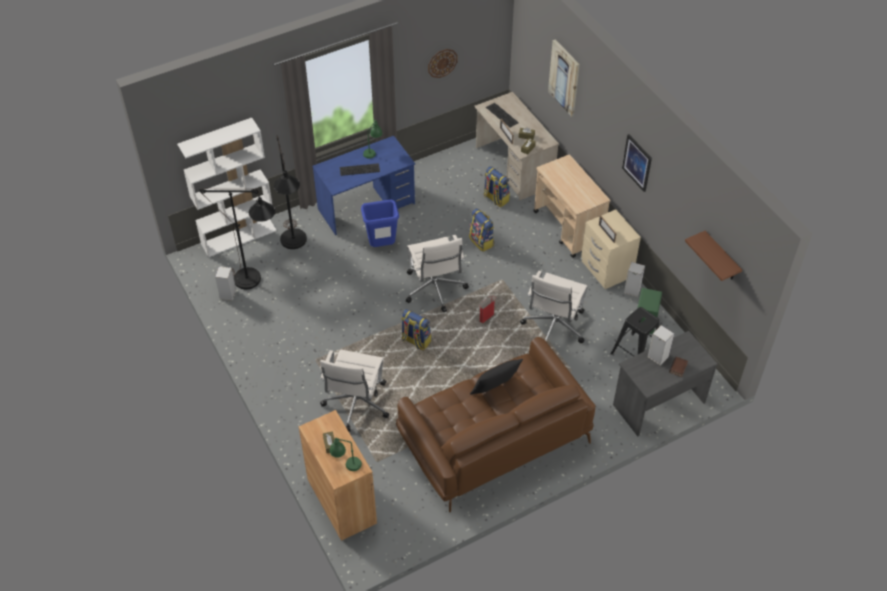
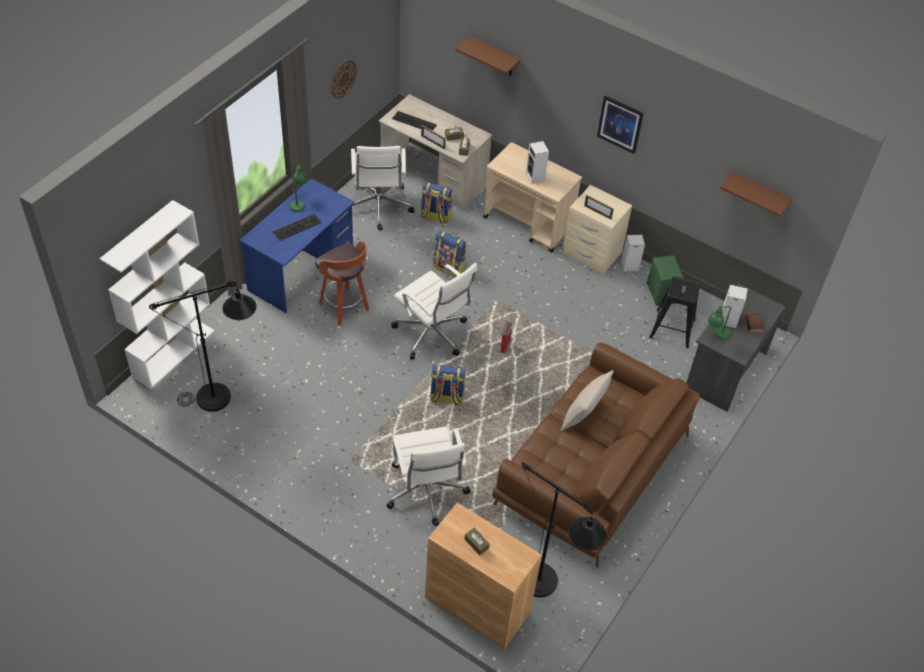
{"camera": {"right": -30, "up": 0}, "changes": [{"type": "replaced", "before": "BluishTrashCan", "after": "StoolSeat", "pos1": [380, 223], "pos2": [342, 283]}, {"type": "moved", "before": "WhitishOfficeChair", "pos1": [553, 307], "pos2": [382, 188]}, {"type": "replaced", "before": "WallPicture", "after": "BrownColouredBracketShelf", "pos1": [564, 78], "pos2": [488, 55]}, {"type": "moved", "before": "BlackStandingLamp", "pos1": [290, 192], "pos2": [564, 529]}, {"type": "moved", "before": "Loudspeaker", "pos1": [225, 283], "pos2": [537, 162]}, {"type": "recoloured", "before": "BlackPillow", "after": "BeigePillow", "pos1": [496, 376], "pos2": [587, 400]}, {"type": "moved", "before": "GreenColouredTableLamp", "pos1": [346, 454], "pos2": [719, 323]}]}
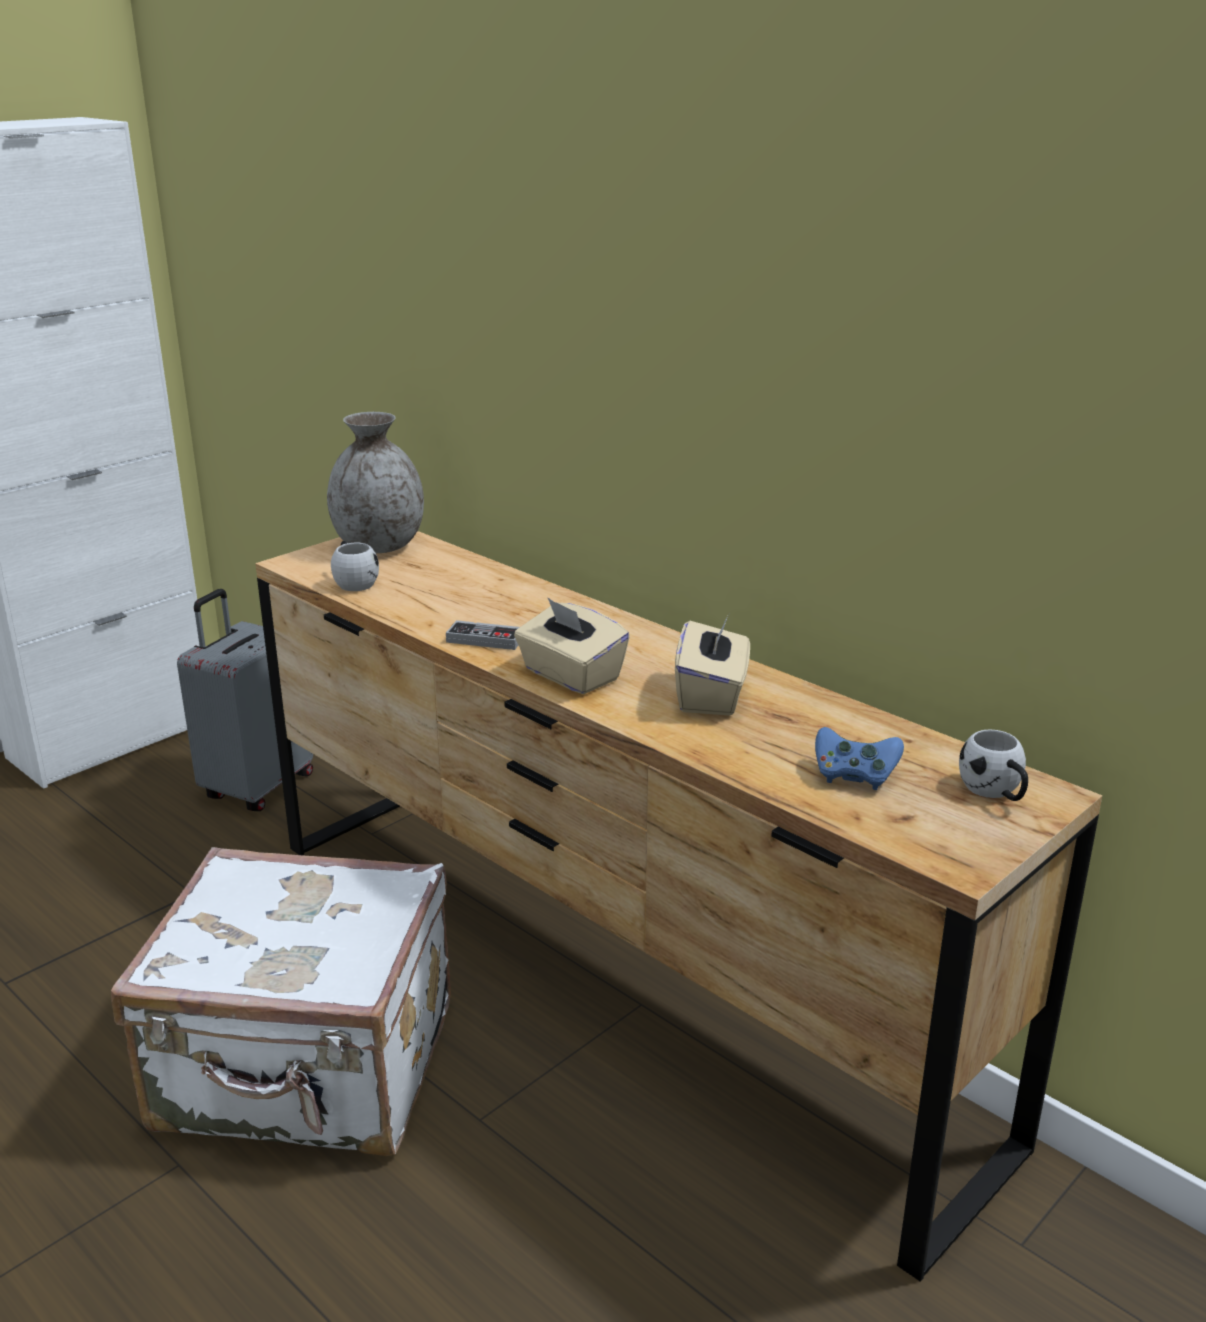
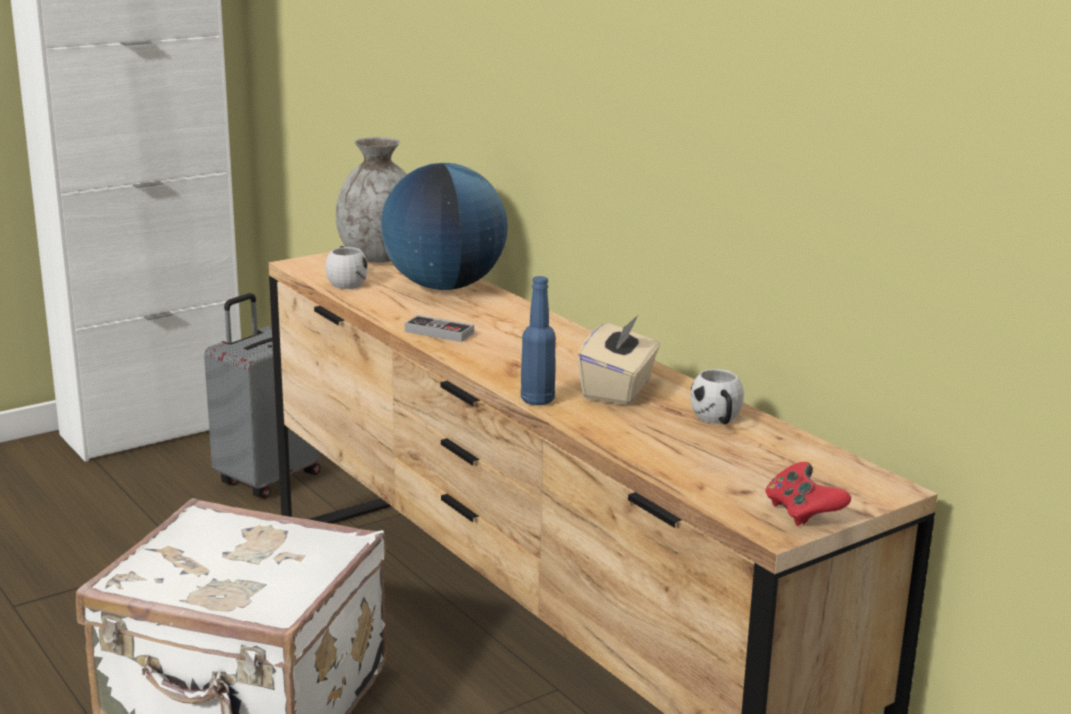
{"camera": {"right": 10, "up": -5}, "changes": [{"type": "added", "after": "Globe", "pos2": [444, 226]}, {"type": "added", "after": "BluishBeverageBottle", "pos2": [538, 340]}, {"type": "moved", "before": "WhitishCoffeeMug", "pos1": [993, 765], "pos2": [717, 397]}, {"type": "added", "after": "RedJoypad", "pos2": [808, 494]}, {"type": "removed", "before": "BeigeTissueBox", "pos1": [572, 645]}, {"type": "removed", "before": "BluishJoypad", "pos1": [859, 758]}]}
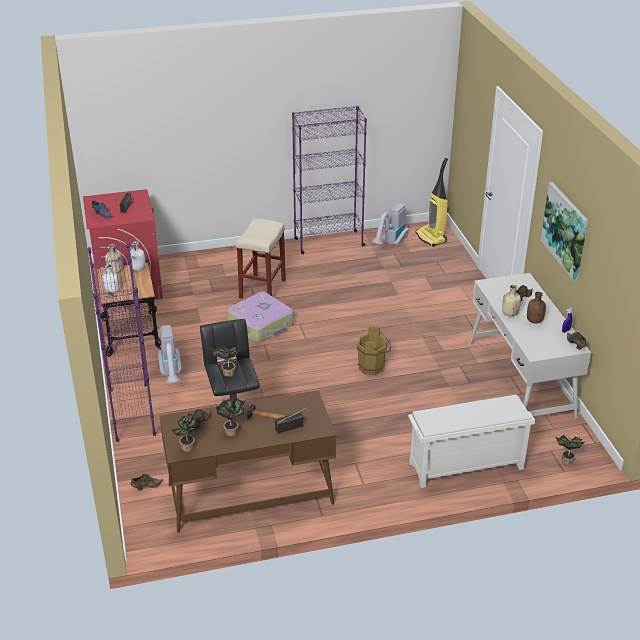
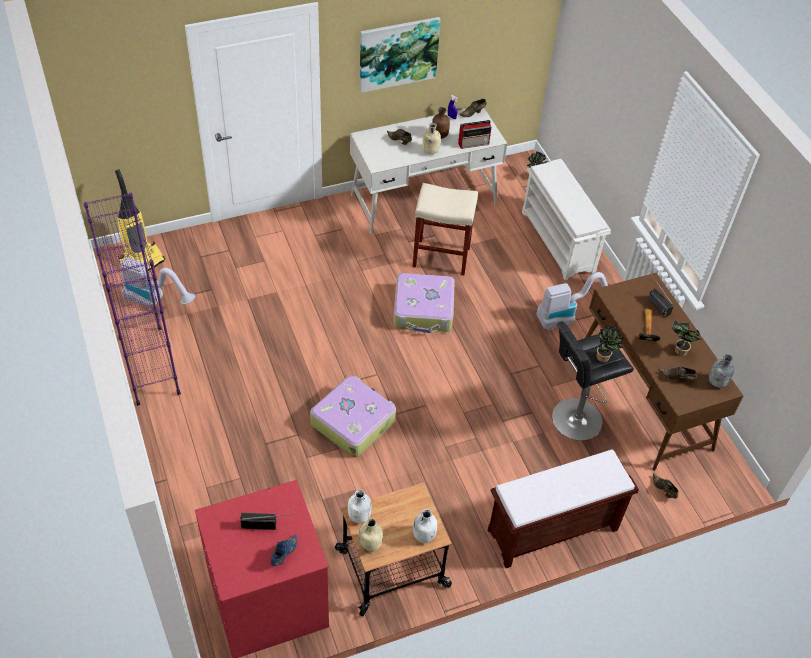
{"camera": {"right": -100, "up": 15}, "changes": [{"type": "replaced", "before": "BrownColouredBucket", "after": "Suitcase", "pos1": [374, 350], "pos2": [424, 303]}, {"type": "moved", "before": "BeigeStoolSeat", "pos1": [261, 259], "pos2": [445, 229]}, {"type": "added", "after": "Radio", "pos2": [474, 134]}, {"type": "replaced", "before": "PurplishShelvingUnit", "after": "BrownColouredIndoorBench", "pos1": [122, 342], "pos2": [563, 508]}, {"type": "moved", "before": "Hoover", "pos1": [170, 354], "pos2": [572, 301]}, {"type": "replaced", "before": "PlantInAPot", "after": "GreyBeverageBottle", "pos1": [185, 433], "pos2": [721, 371]}]}
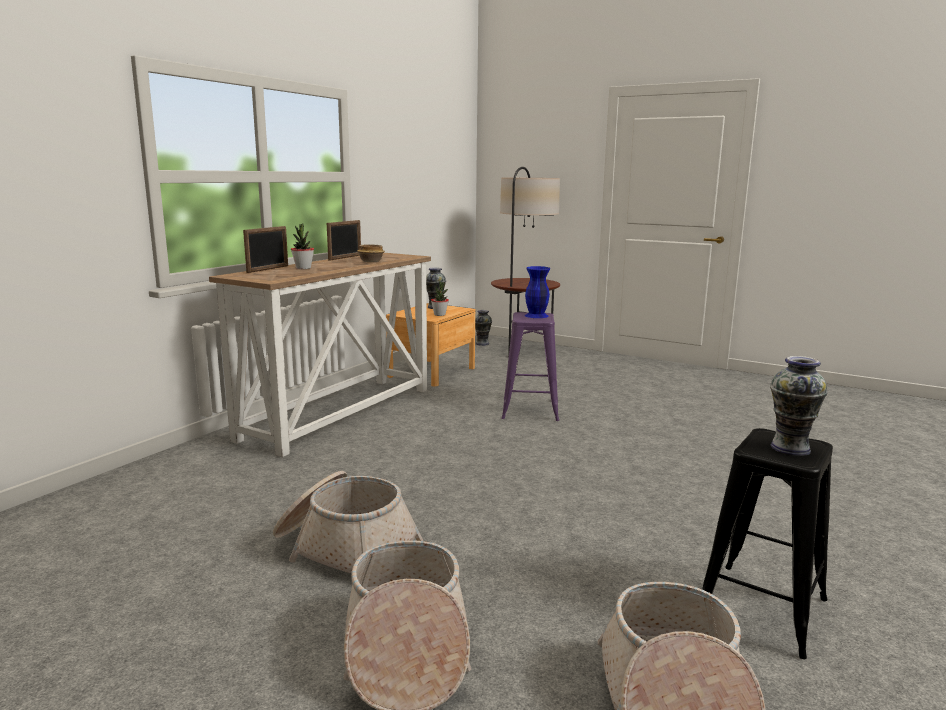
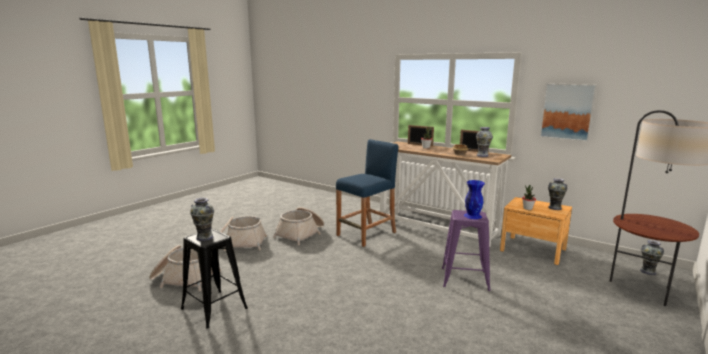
{"camera": {"right": 95, "up": 0}, "changes": [{"type": "added", "after": "BluishStoolSeat", "pos2": [367, 193]}, {"type": "added", "after": "Vase", "pos2": [484, 142]}, {"type": "added", "after": "WallPicture", "pos2": [568, 112]}]}
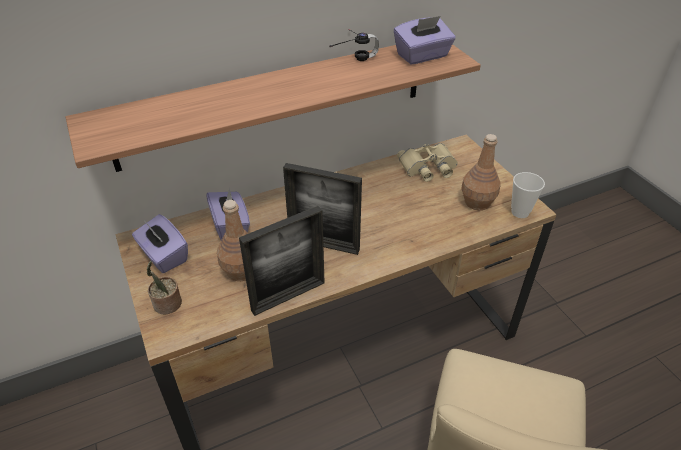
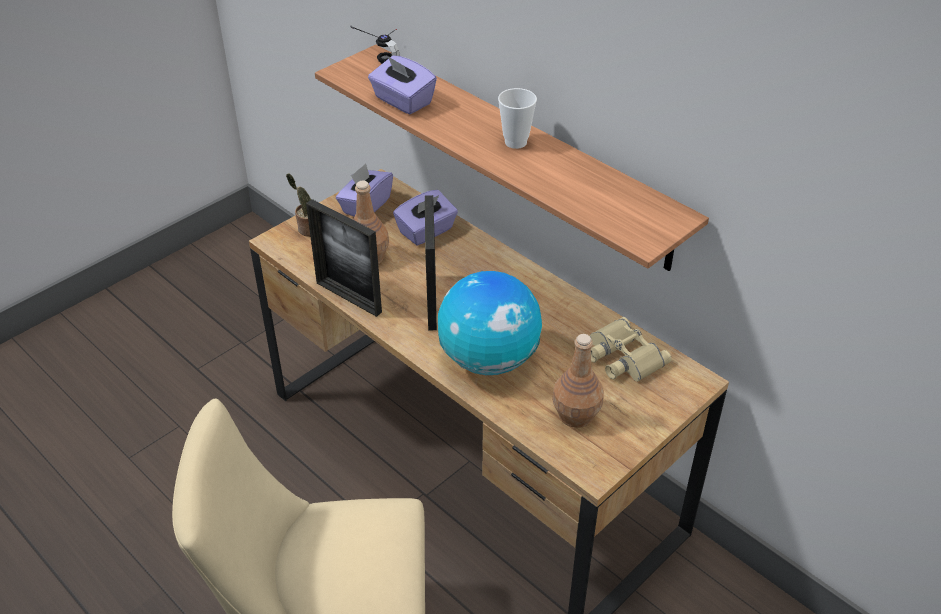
{"camera": {"right": 70, "up": 0}, "changes": [{"type": "moved", "before": "Headphones", "pos1": [354, 45], "pos2": [375, 45]}, {"type": "moved", "before": "PurplishTissueBox", "pos1": [425, 40], "pos2": [402, 84]}, {"type": "added", "after": "Globe", "pos2": [490, 323]}, {"type": "moved", "before": "SmallCup", "pos1": [528, 195], "pos2": [517, 118]}]}
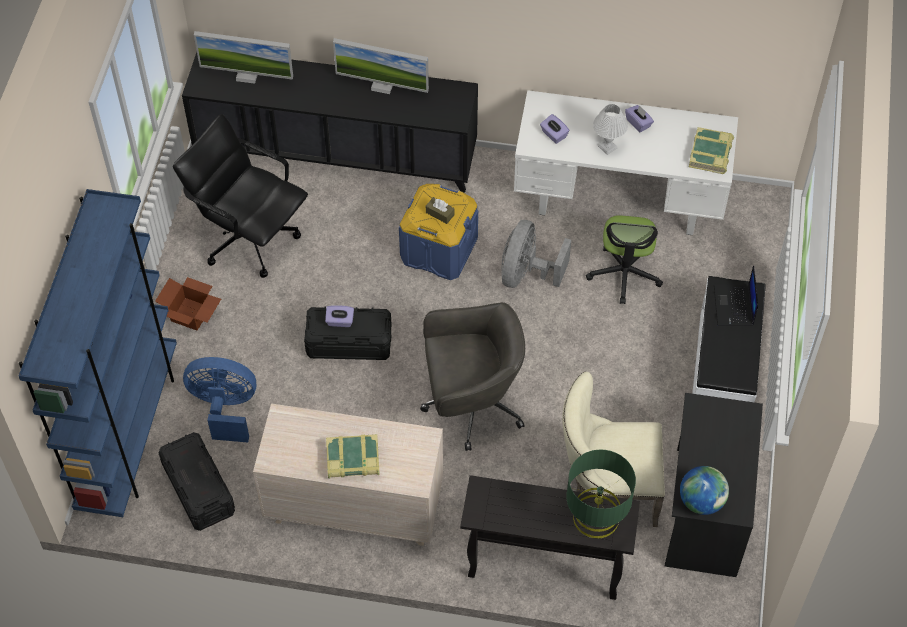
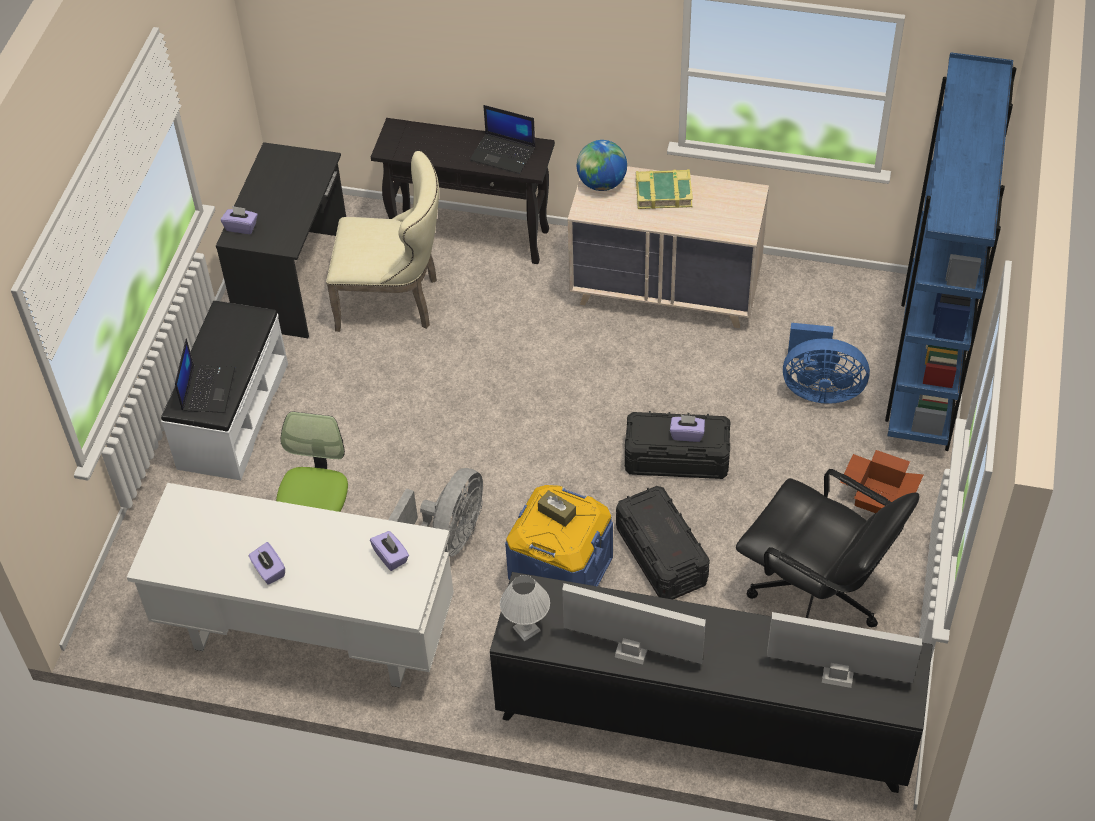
{"camera": {"right": -175, "up": -5}, "changes": [{"type": "added", "after": "PurplishTissueBox", "pos2": [239, 220]}, {"type": "added", "after": "NotebookComputer", "pos2": [502, 139]}, {"type": "moved", "before": "WhitishTableLamp", "pos1": [610, 129], "pos2": [525, 608]}, {"type": "moved", "before": "Globe", "pos1": [704, 490], "pos2": [602, 165]}, {"type": "moved", "before": "BlackStorageContainer", "pos1": [197, 481], "pos2": [663, 542]}, {"type": "removed", "before": "GreyOfficeChair", "pos1": [472, 376]}, {"type": "removed", "before": "GreenColouredTableLamp", "pos1": [601, 493]}, {"type": "removed", "before": "Book", "pos1": [711, 150]}]}
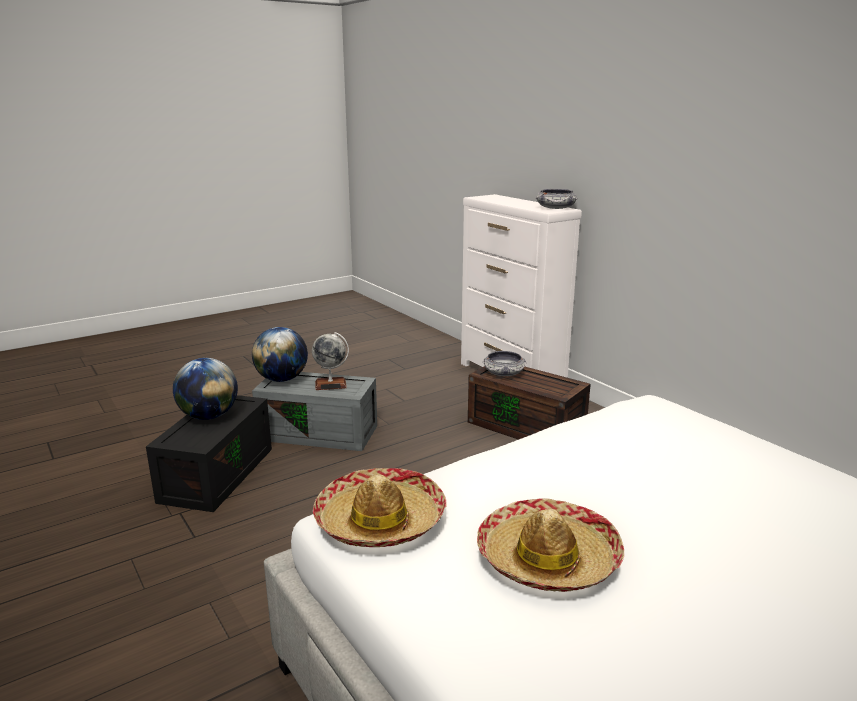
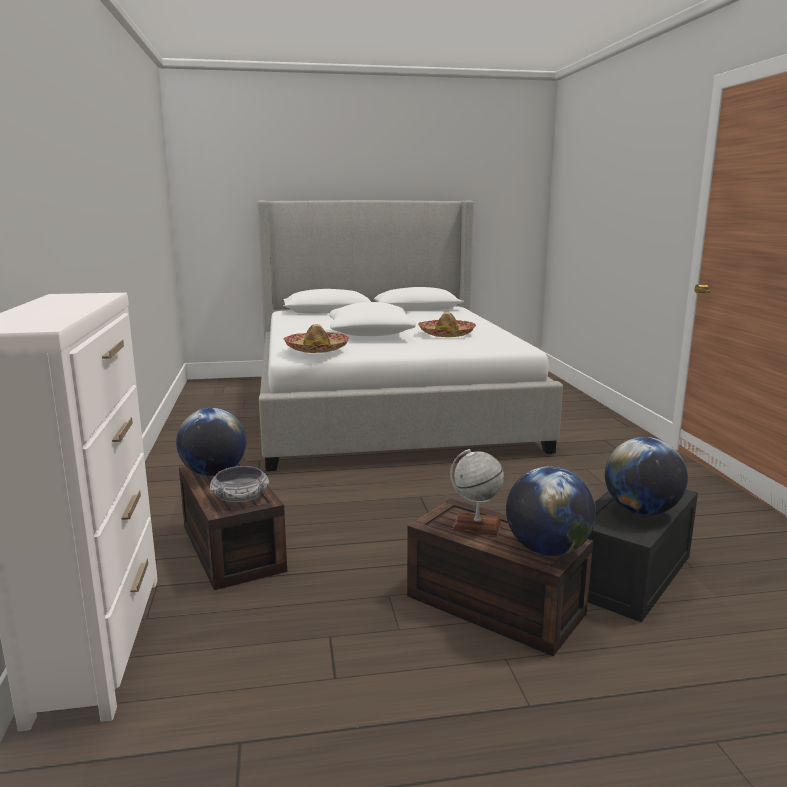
{"camera": {"right": -155, "up": -5}, "changes": [{"type": "added", "after": "Globe", "pos2": [211, 442]}, {"type": "moved", "before": "Hat", "pos1": [379, 507], "pos2": [316, 338]}, {"type": "added", "after": "WhitishPillow", "pos2": [372, 319]}, {"type": "recoloured", "before": "GreyStorageContainer", "after": "BrownColouredStorageContainer", "pos1": [314, 411], "pos2": [500, 577]}, {"type": "removed", "before": "Bowl", "pos1": [556, 199]}]}
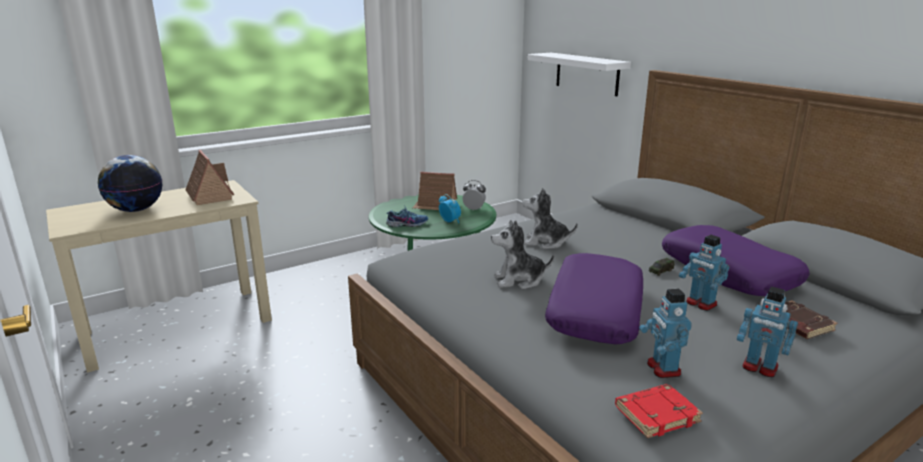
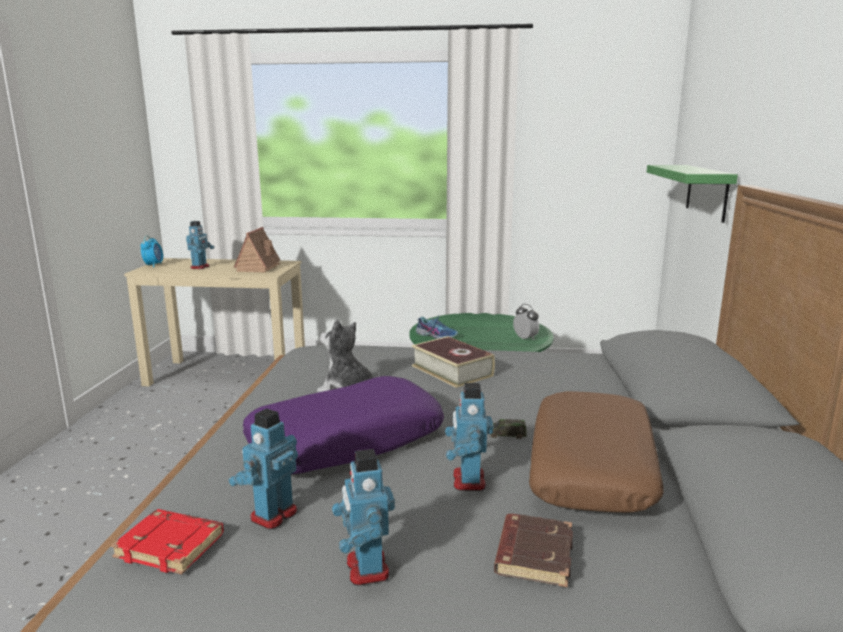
{"camera": {"right": 40, "up": -5}, "changes": [{"type": "moved", "before": "BedsideClock", "pos1": [450, 208], "pos2": [152, 251]}, {"type": "replaced", "before": "Globe", "after": "ModelRobot", "pos1": [130, 183], "pos2": [200, 245]}, {"type": "replaced", "before": "PlushToy", "after": "Book", "pos1": [550, 218], "pos2": [453, 362]}, {"type": "recoloured", "before": "PurplishPillow", "after": "BrownColouredPillow", "pos1": [736, 260], "pos2": [596, 452]}, {"type": "recoloured", "before": "WhitishBracketShelf", "after": "GreenColouredBracketShelf", "pos1": [579, 74], "pos2": [692, 194]}, {"type": "removed", "before": "MiniatureHouse", "pos1": [434, 191]}]}
